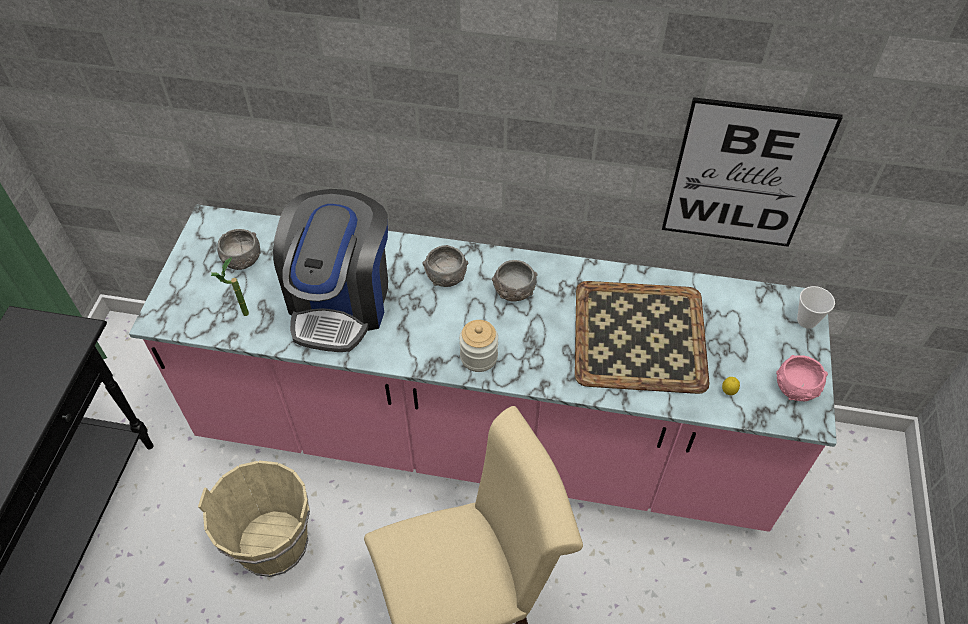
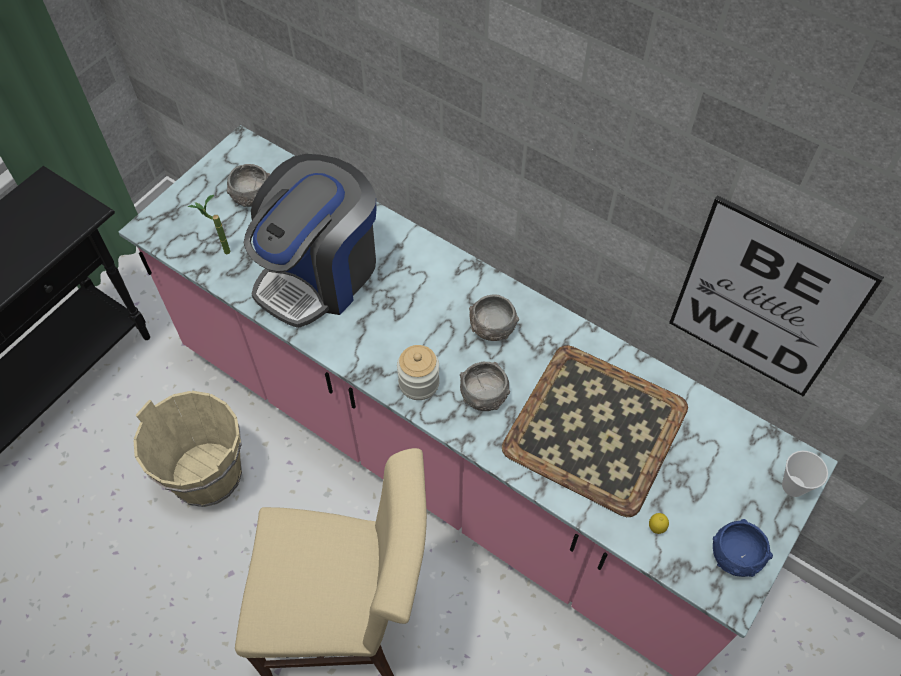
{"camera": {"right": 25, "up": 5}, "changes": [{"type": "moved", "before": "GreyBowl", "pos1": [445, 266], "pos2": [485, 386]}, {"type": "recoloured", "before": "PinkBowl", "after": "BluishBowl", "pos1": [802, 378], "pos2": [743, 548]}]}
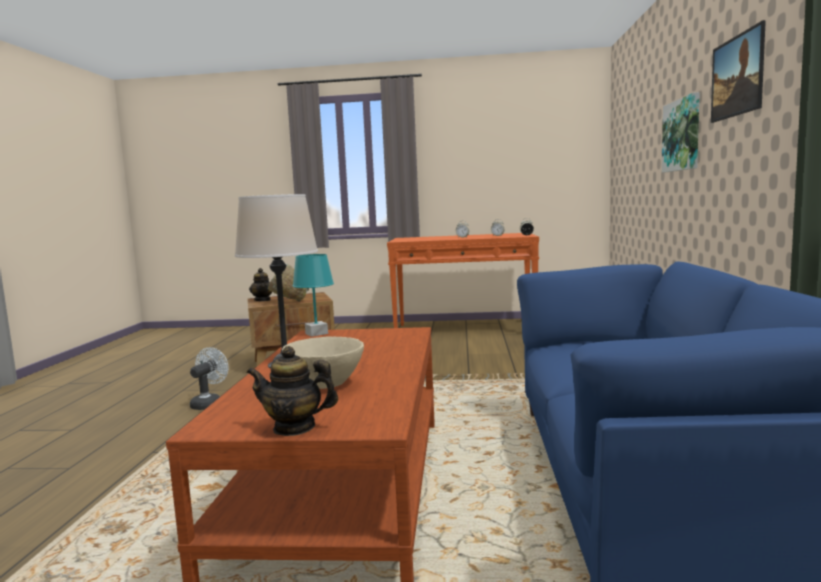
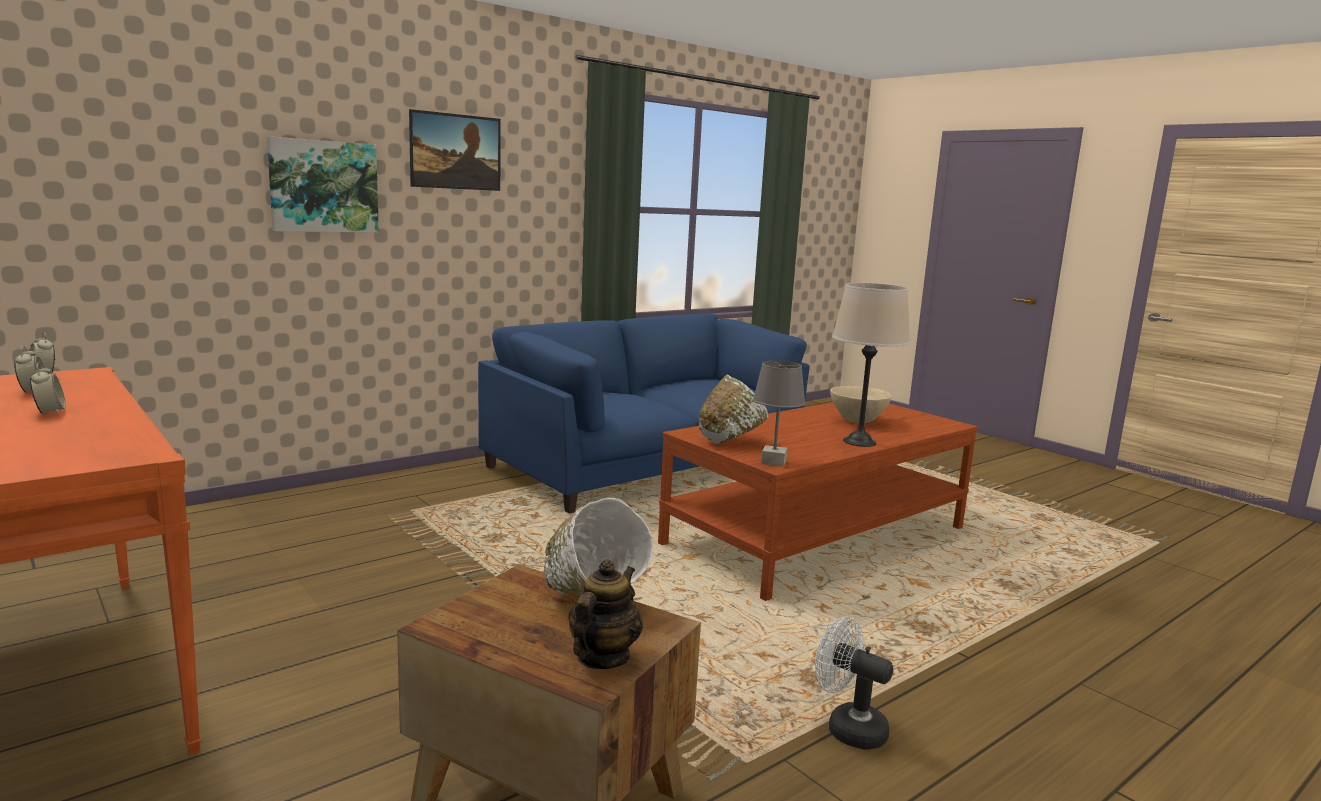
{"camera": {"right": -135, "up": 5}, "changes": [{"type": "added", "after": "WhitishBowl", "pos2": [733, 409]}, {"type": "recoloured", "before": "BlueGreenTableLamp", "after": "GreyTableLamp", "pos1": [313, 295], "pos2": [779, 414]}, {"type": "turned", "before": "WhitishElectricFan", "pos1": [209, 378], "pos2": [854, 682], "turn": 60}, {"type": "removed", "before": "Teapot", "pos1": [292, 391]}]}
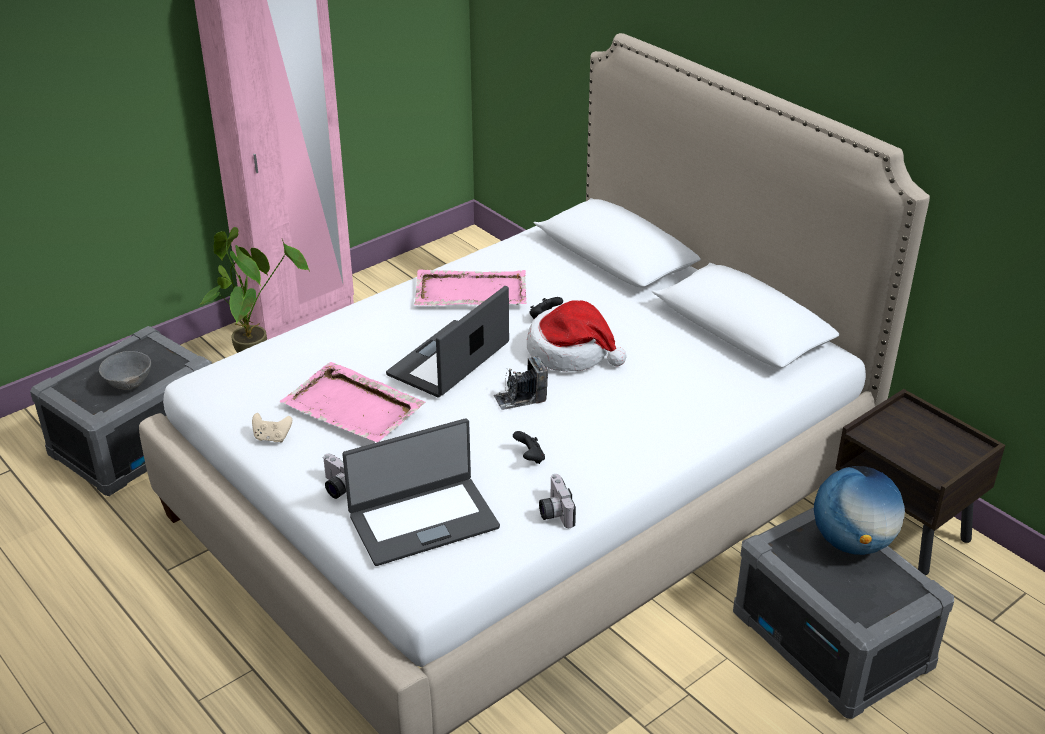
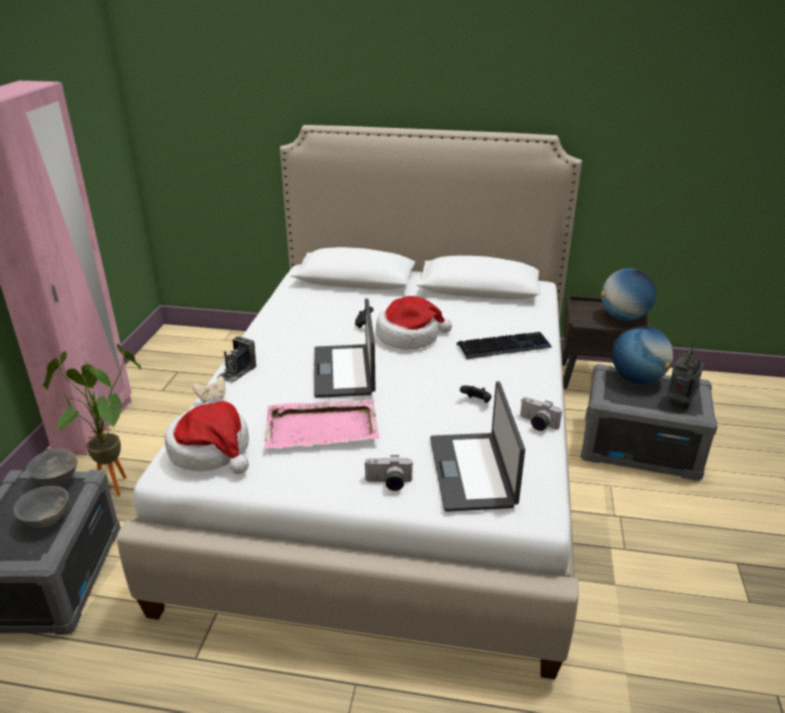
{"camera": {"right": -40, "up": -5}, "changes": [{"type": "added", "after": "GreyBowl", "pos2": [52, 467]}, {"type": "added", "after": "Hat", "pos2": [207, 437]}, {"type": "moved", "before": "BeigeJoypad", "pos1": [272, 427], "pos2": [208, 389]}, {"type": "moved", "before": "PhotoCamera", "pos1": [520, 383], "pos2": [236, 359]}, {"type": "turned", "before": "NotebookComputer", "pos1": [421, 492], "pos2": [477, 446], "turn": 150}, {"type": "added", "after": "PcKeyboard", "pos2": [504, 345]}, {"type": "added", "after": "Globe", "pos2": [628, 294]}, {"type": "added", "after": "Radio", "pos2": [685, 375]}, {"type": "removed", "before": "PinkServingTray", "pos1": [470, 287]}]}
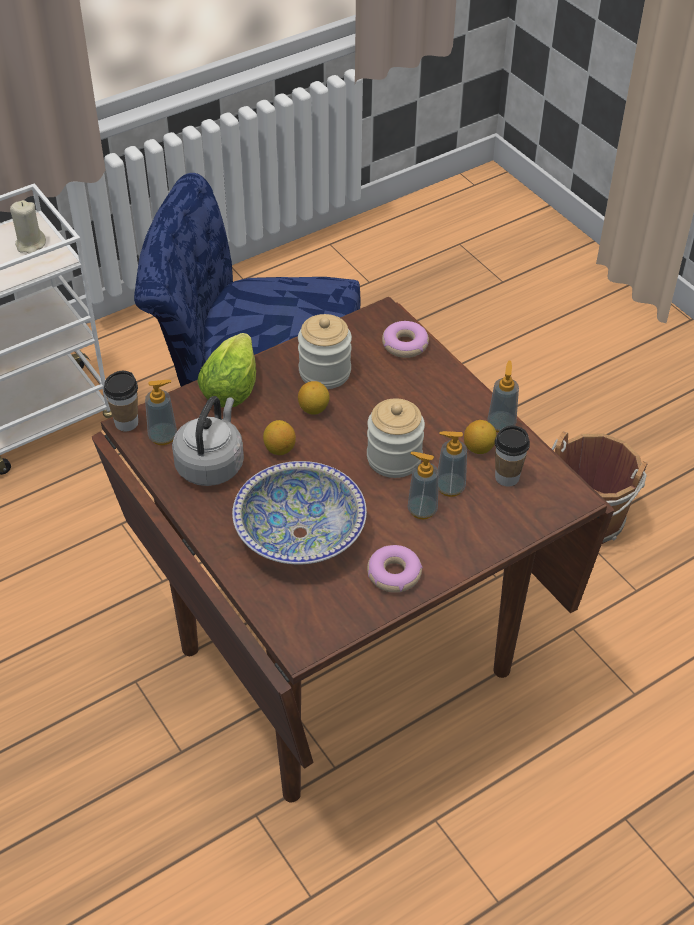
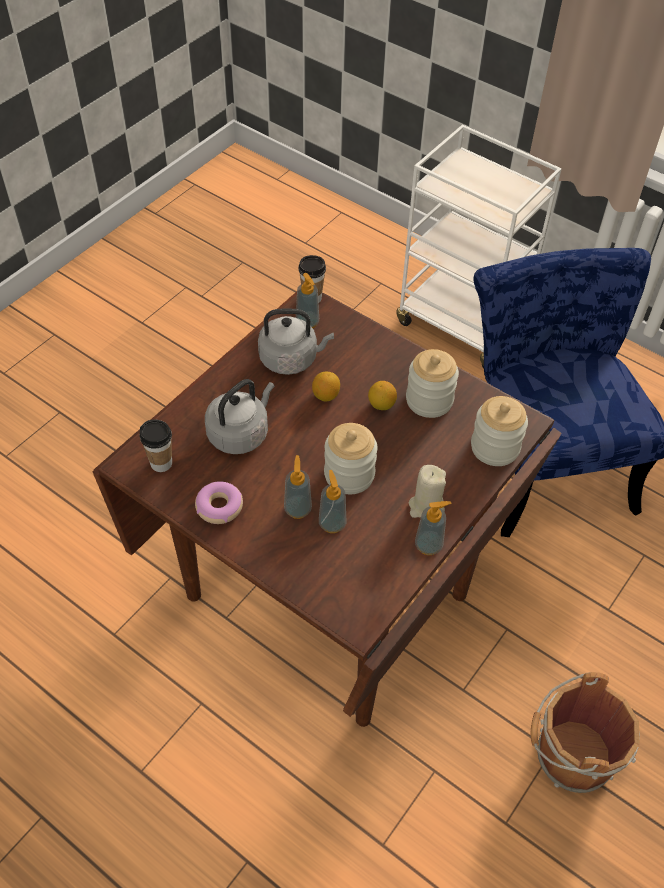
{"camera": {"right": 70, "up": 5}, "changes": [{"type": "moved", "before": "SmallCup", "pos1": [512, 456], "pos2": [155, 446]}, {"type": "replaced", "before": "Bowl", "after": "GreyWaterKettle", "pos1": [299, 512], "pos2": [239, 416]}, {"type": "moved", "before": "BeigeWaxCandle", "pos1": [28, 227], "pos2": [427, 491]}, {"type": "replaced", "before": "Donut", "after": "StorageJar", "pos1": [405, 339], "pos2": [499, 431]}, {"type": "removed", "before": "LettuceHead", "pos1": [226, 370]}, {"type": "removed", "before": "CitrusFruit", "pos1": [480, 437]}]}
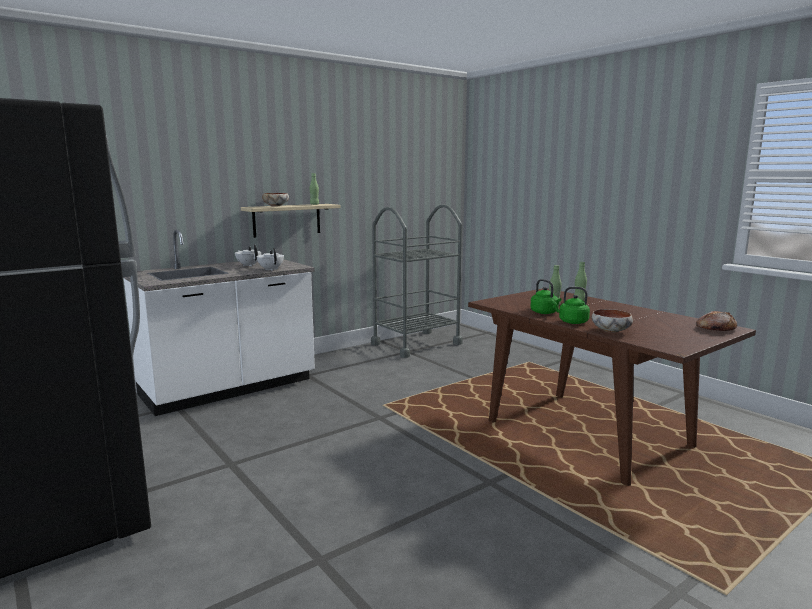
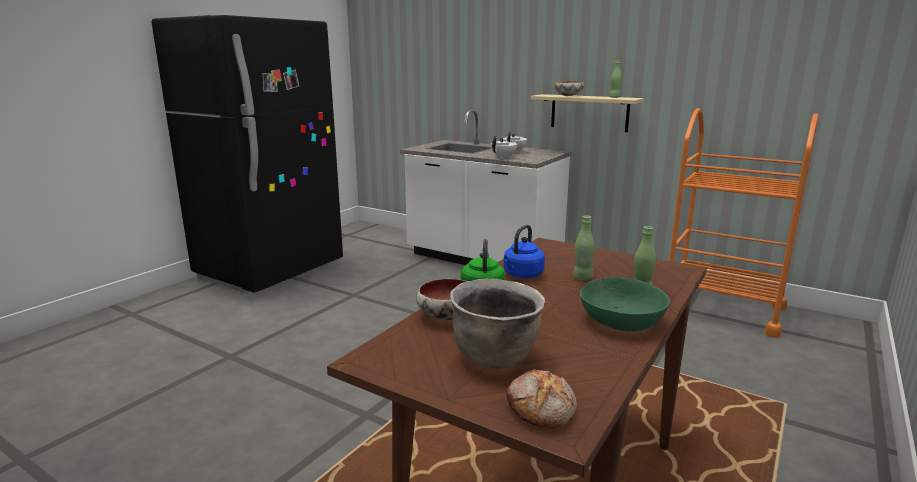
{"camera": {"right": 70, "up": 5}, "changes": [{"type": "added", "after": "BrownColouredCookingPot", "pos2": [497, 323]}, {"type": "recoloured", "before": "GreenColouredWaterKettle", "after": "BluishWaterKettle", "pos1": [545, 296], "pos2": [524, 251]}, {"type": "added", "after": "GreenColouredBowl", "pos2": [625, 304]}, {"type": "recoloured", "before": "GreyCart", "after": "OrangeColouredCart", "pos1": [417, 281], "pos2": [744, 223]}]}
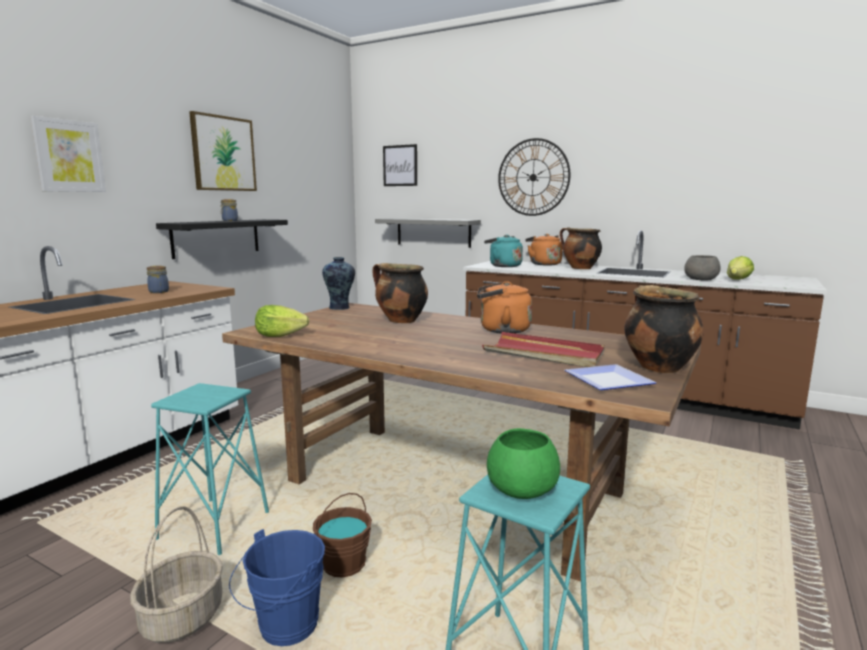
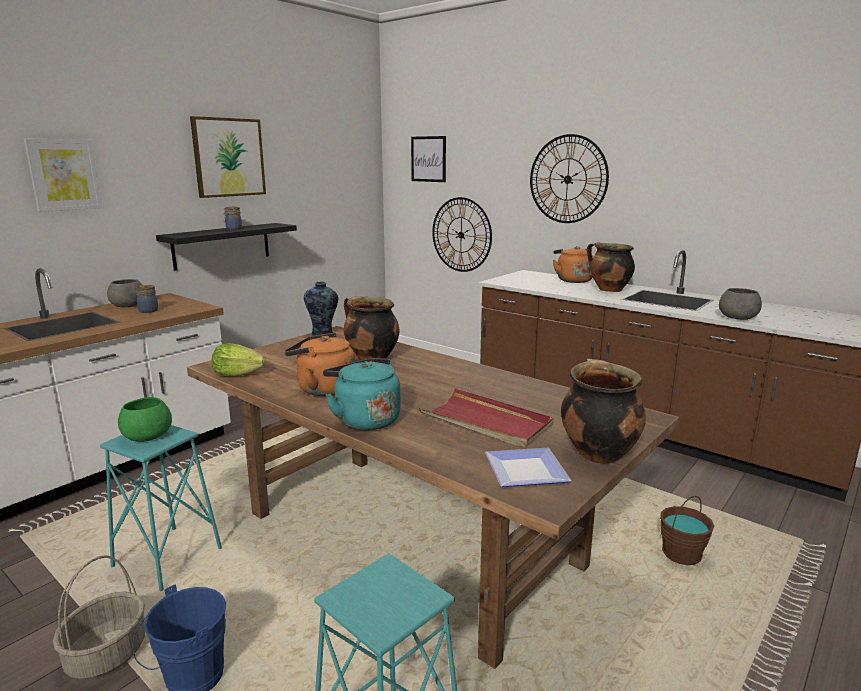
{"camera": {"right": 10, "up": 5}, "changes": [{"type": "added", "after": "GreyBowl", "pos2": [124, 293]}, {"type": "moved", "before": "GreenColouredBowl", "pos1": [523, 463], "pos2": [145, 419]}, {"type": "moved", "before": "OrangeColouredWaterKettle", "pos1": [504, 307], "pos2": [319, 364]}, {"type": "moved", "before": "BlueGreenWaterKettle", "pos1": [503, 251], "pos2": [362, 394]}, {"type": "replaced", "before": "GreyBracketShelf", "after": "WallClock", "pos1": [428, 233], "pos2": [462, 234]}, {"type": "moved", "before": "BrownColouredBucket", "pos1": [342, 535], "pos2": [687, 530]}, {"type": "removed", "before": "LettuceHead", "pos1": [740, 268]}]}
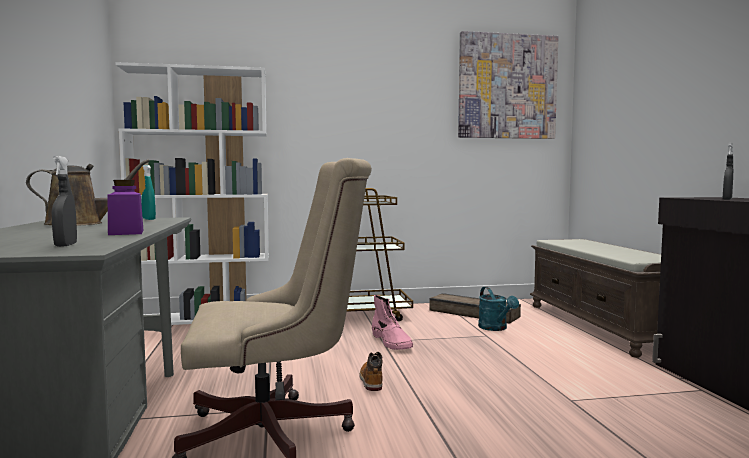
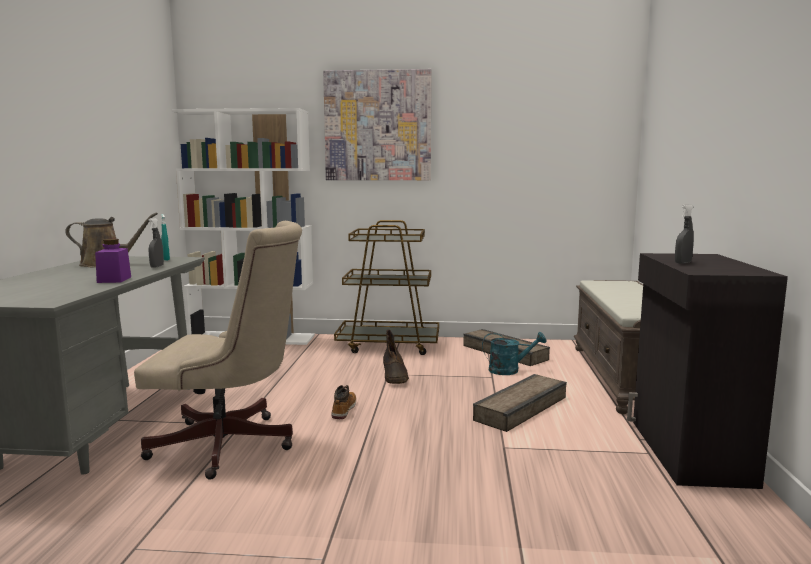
{"camera": {"right": 15, "up": 5}, "changes": [{"type": "moved", "before": "GreySprayBottle", "pos1": [64, 201], "pos2": [156, 243]}, {"type": "moved", "before": "WallPicture", "pos1": [508, 85], "pos2": [377, 124]}, {"type": "recoloured", "before": "PinkTallBoot", "after": "BrownColouredTallBoot", "pos1": [392, 322], "pos2": [396, 356]}, {"type": "added", "after": "ShippingCrate", "pos2": [520, 403]}, {"type": "turned", "before": "BlueGreenWateringCan", "pos1": [498, 309], "pos2": [514, 353], "turn": -90}]}
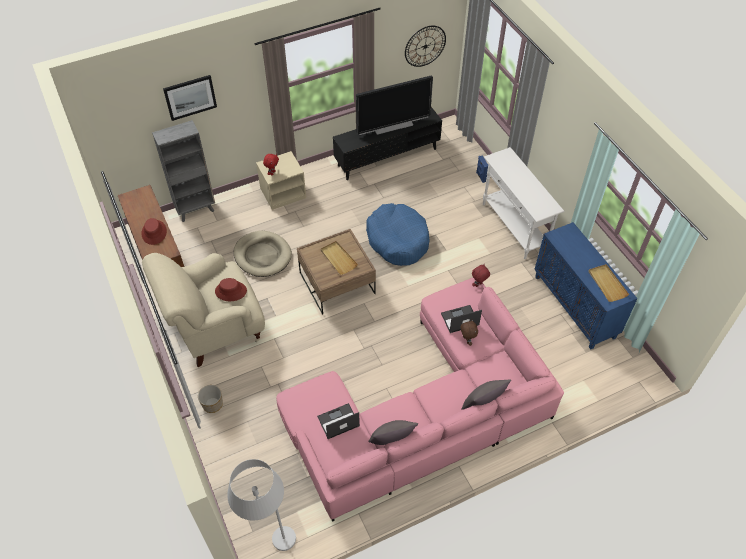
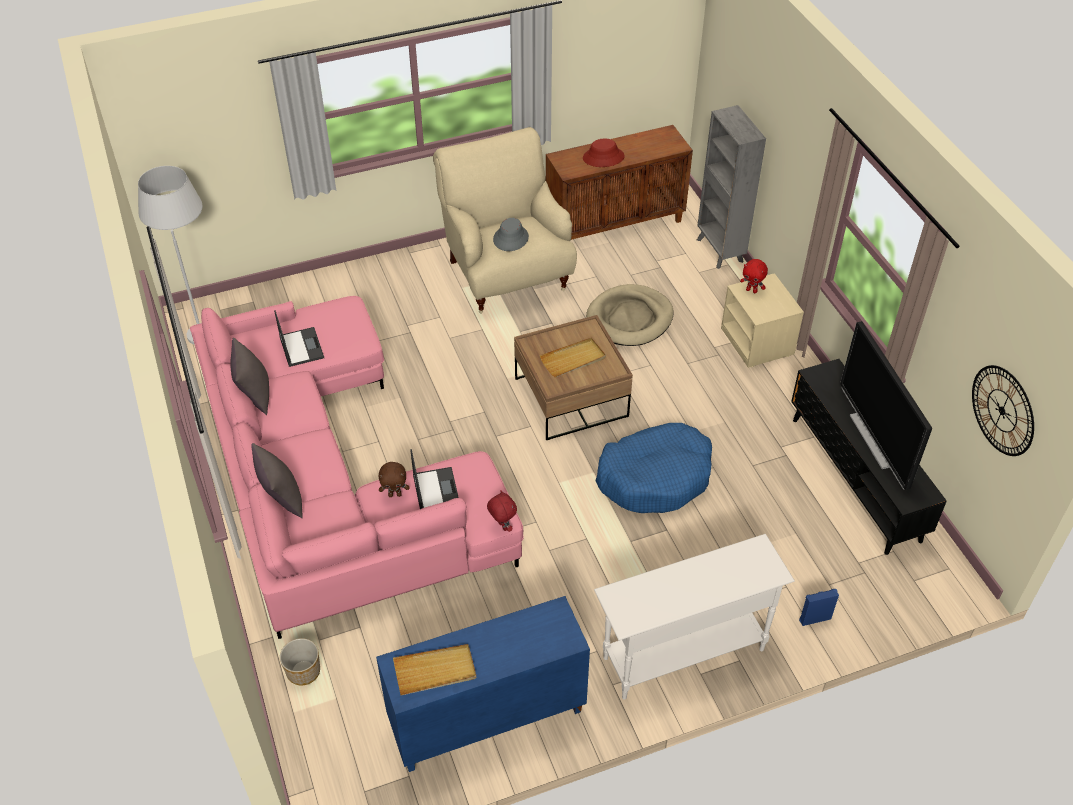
{"camera": {"right": 95, "up": -5}, "changes": [{"type": "moved", "before": "Planter", "pos1": [210, 399], "pos2": [300, 662]}, {"type": "recoloured", "before": "RedHat", "after": "GreyHat", "pos1": [231, 289], "pos2": [511, 234]}, {"type": "removed", "before": "WallPicture", "pos1": [190, 98]}]}
